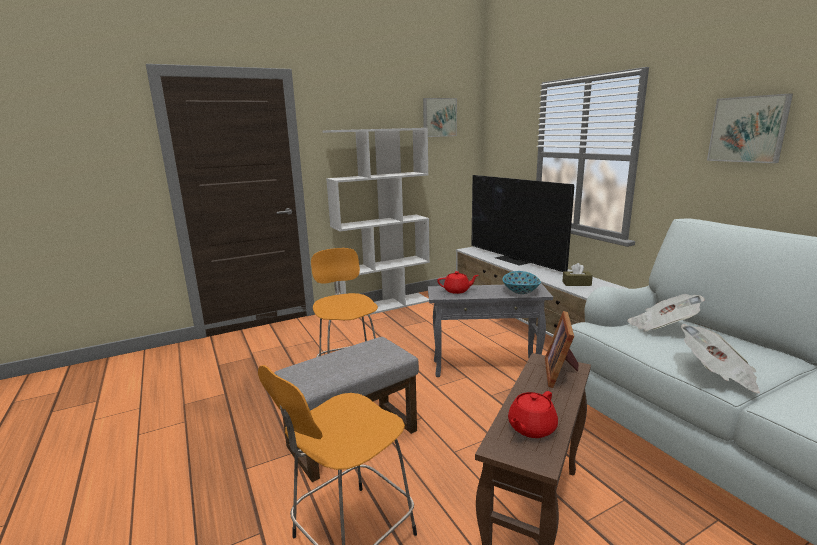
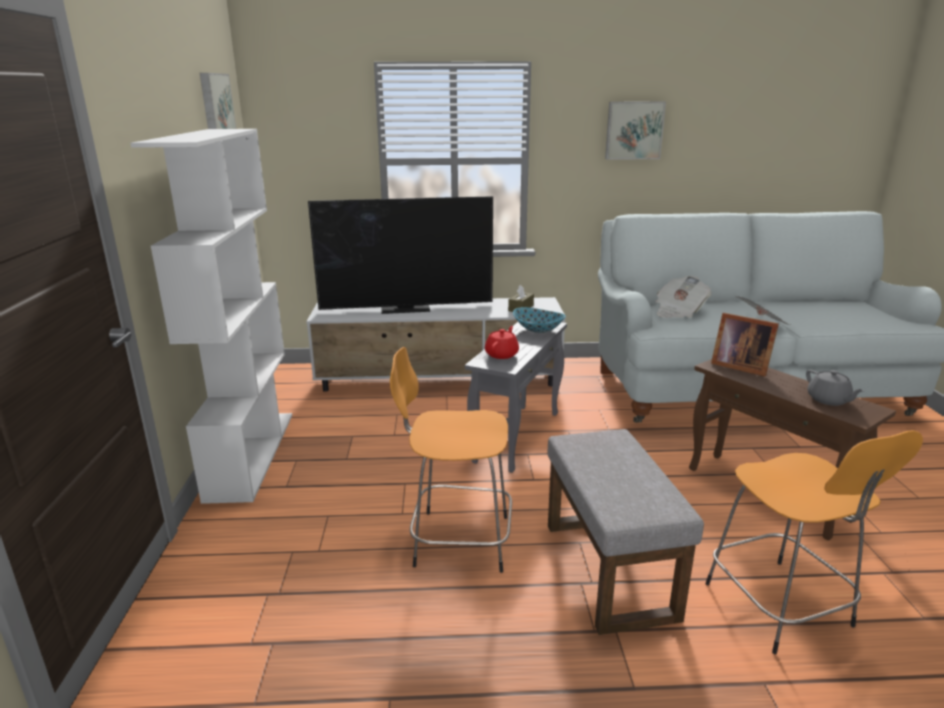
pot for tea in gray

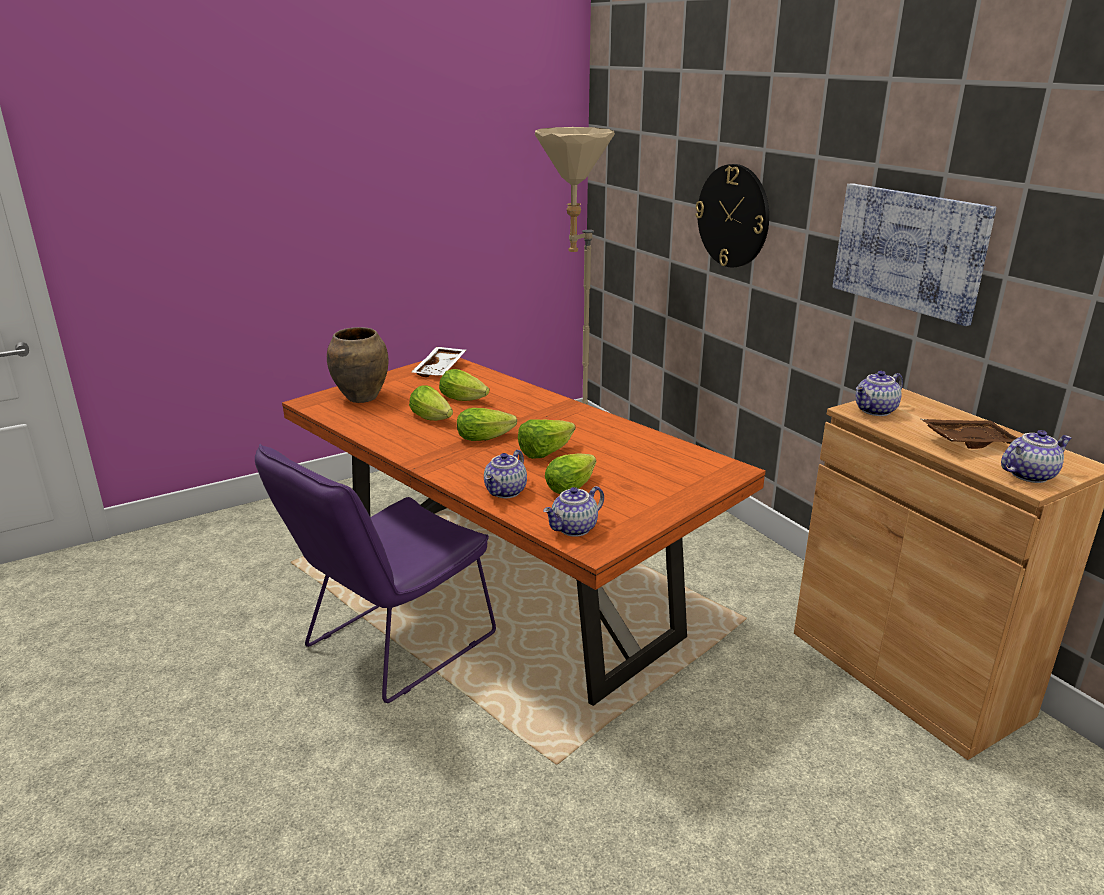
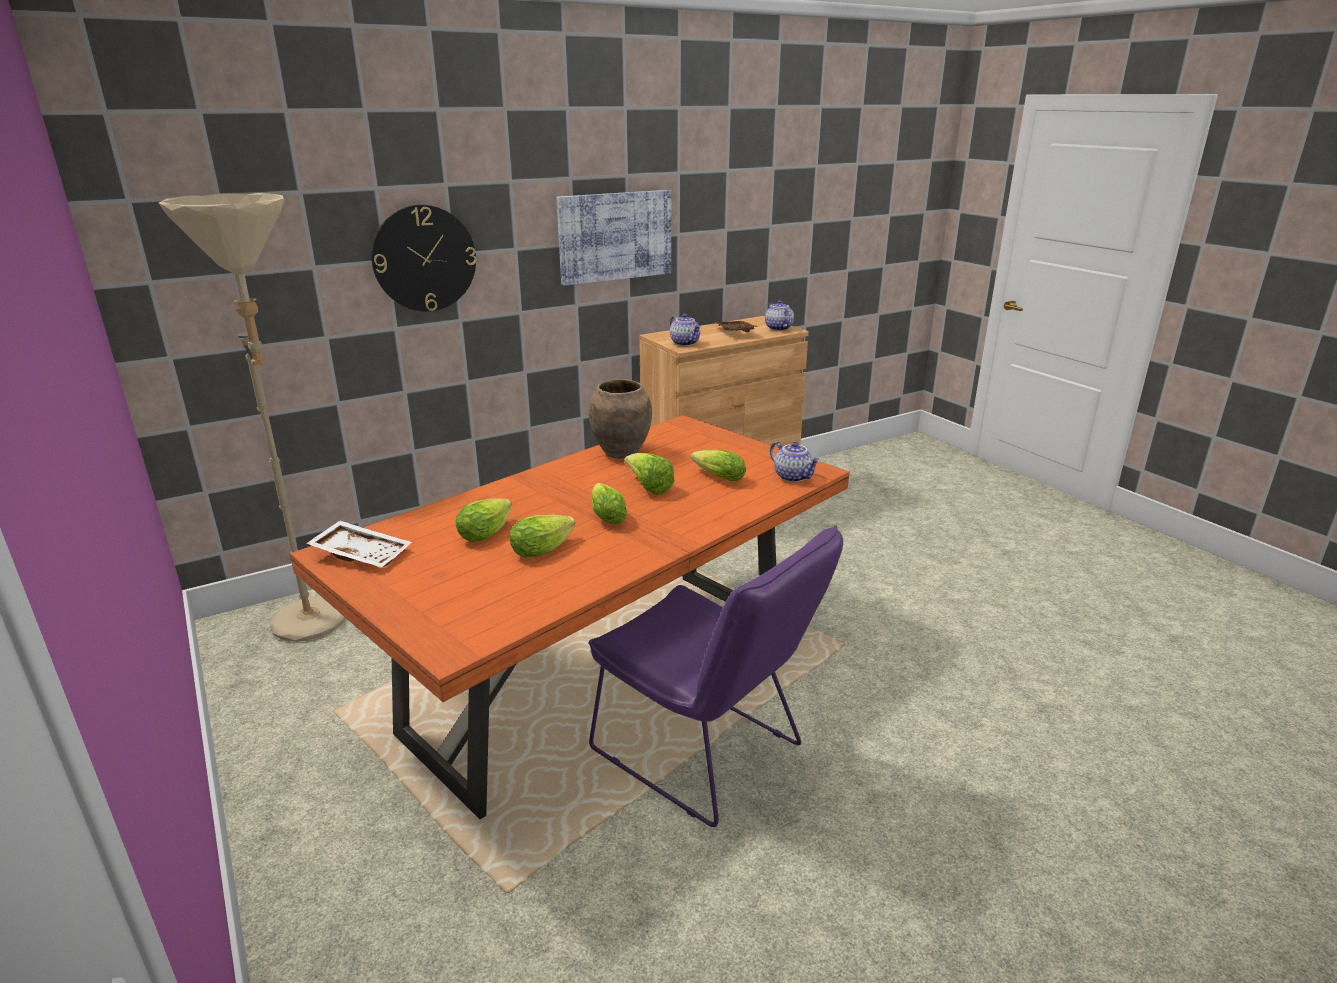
vase in brownish; pot for tea (1st from left in the first image)

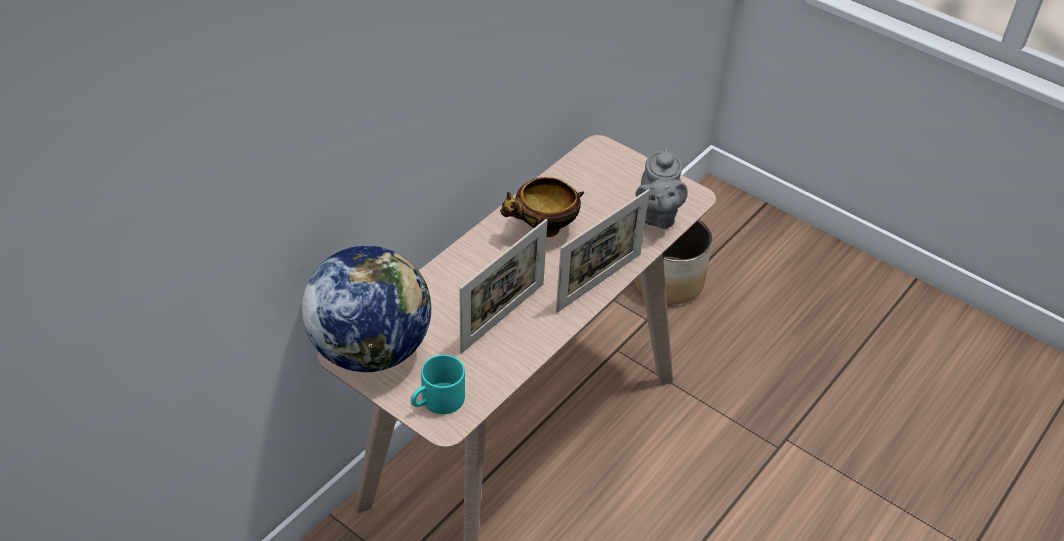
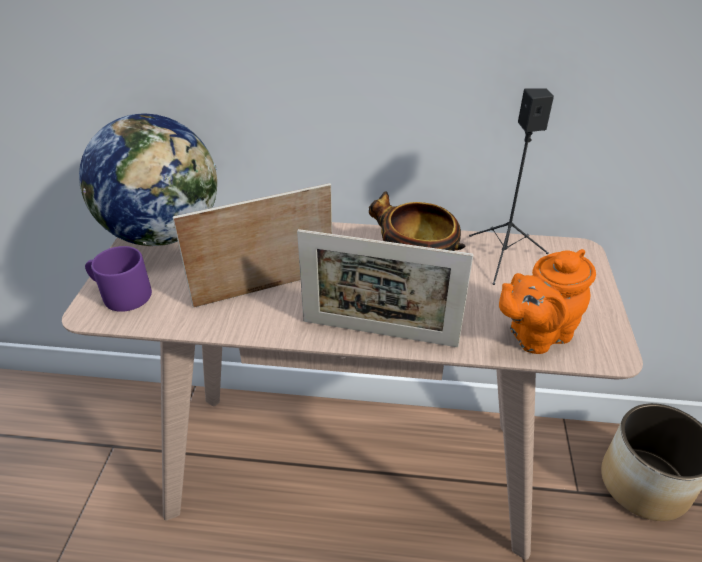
pot for tea in orangey; photo frame (1st from left); mug in purple-coloured; speaker in blackish

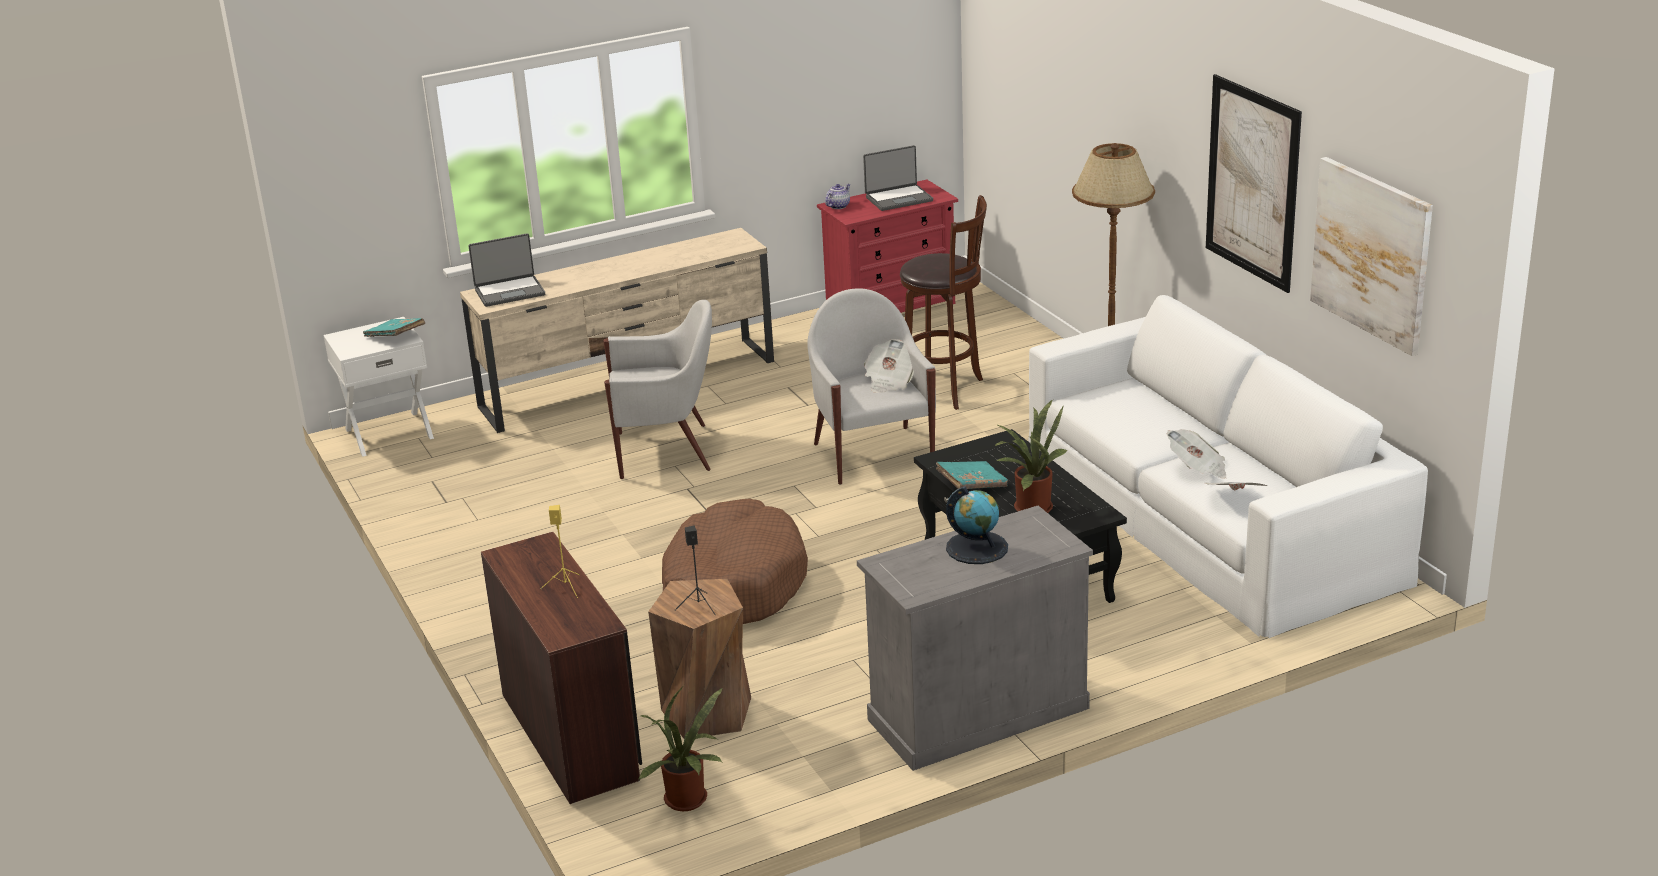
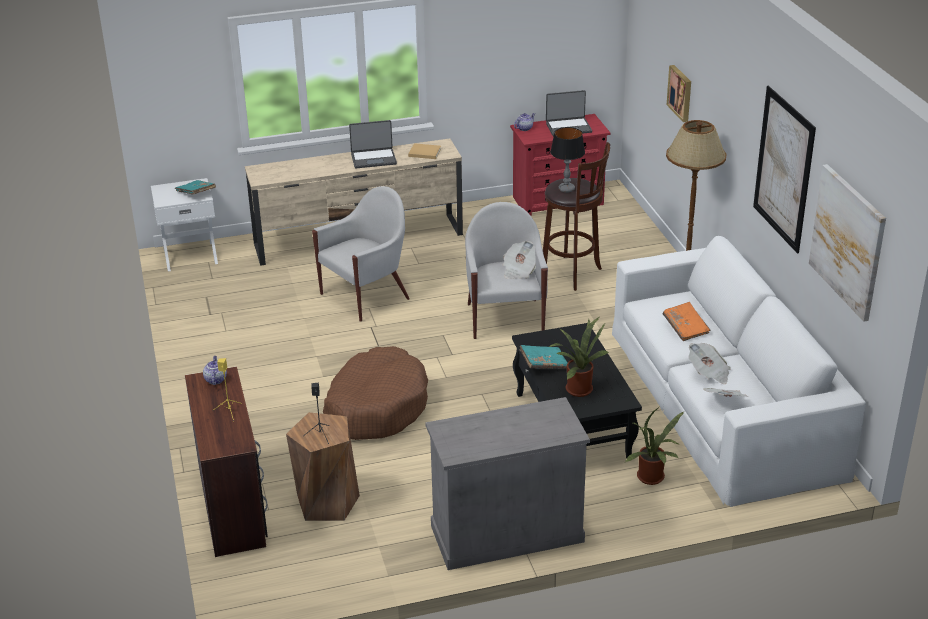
notebook computer (1st from left); easy chair in white (1st from left); globe; potted plant (2nd from left); wall picture (1st from left); table lamp; volume in beige-coloured; volume in orangey; pot for tea (1st from left)

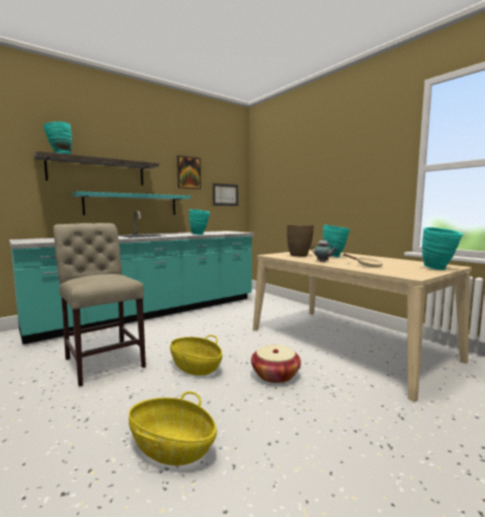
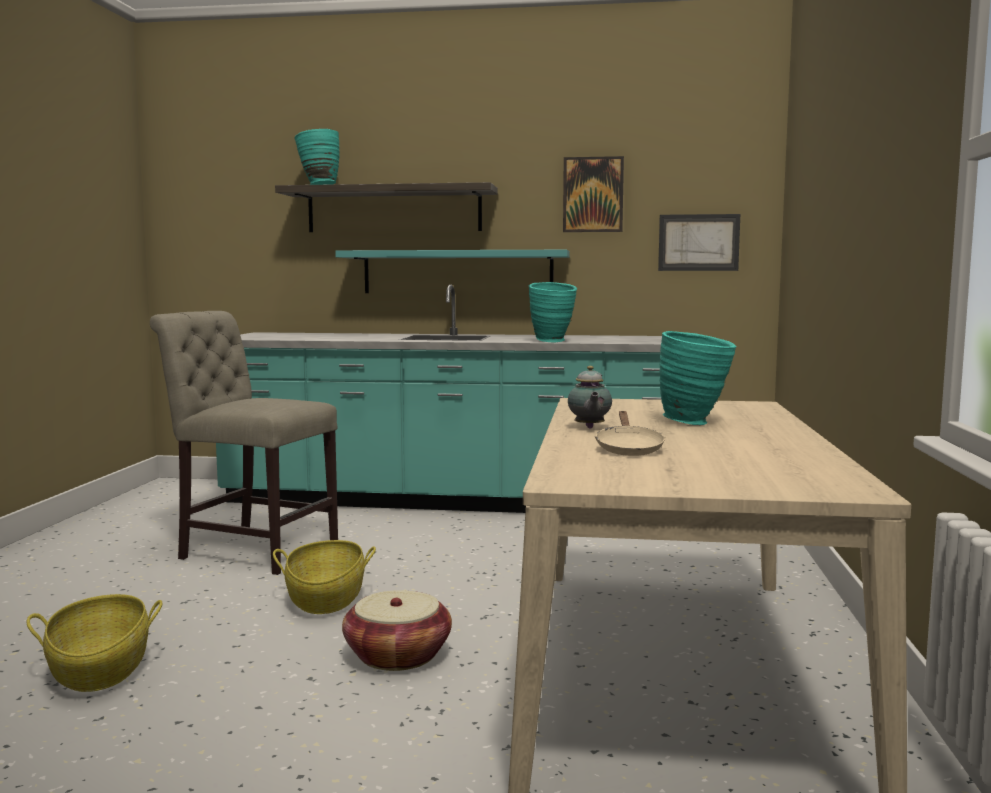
upright chair in beige-coloured; vase in brownish; vase in turquoise-coloured (4th from left in the first image)

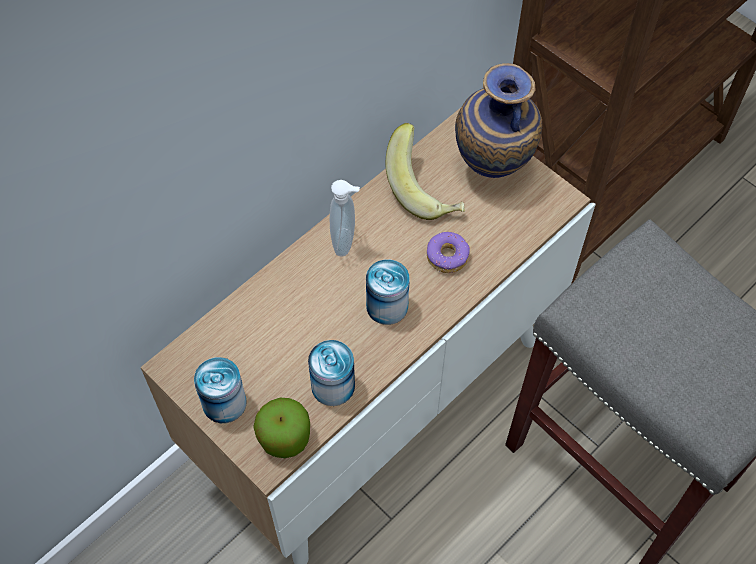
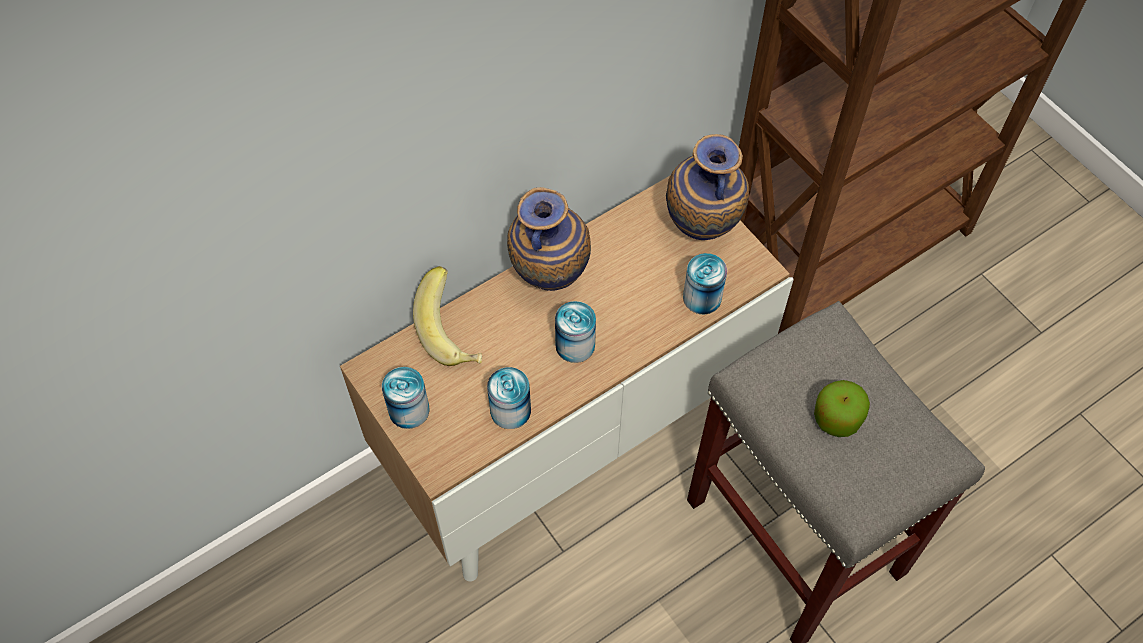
banana; vase (1st from left); donut; apple fruit; metal can (4th from left)

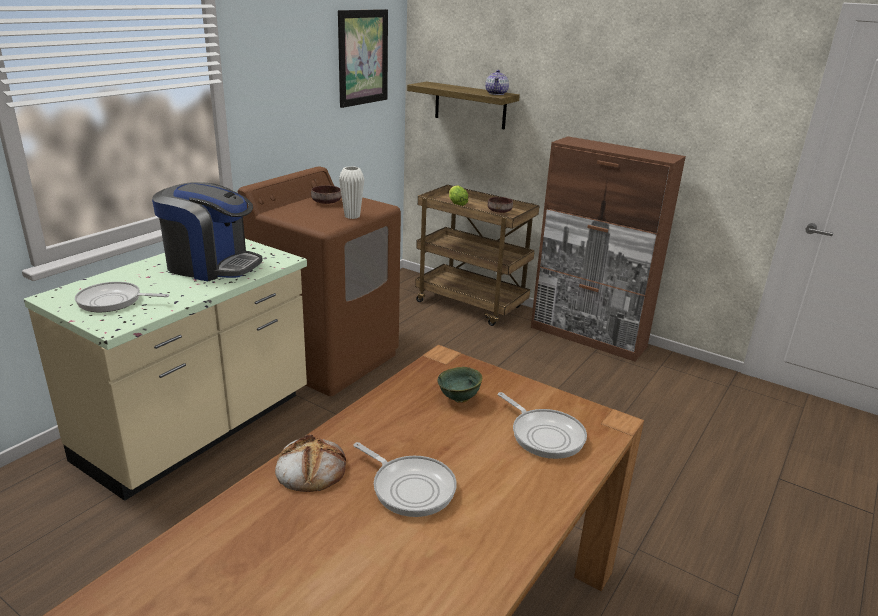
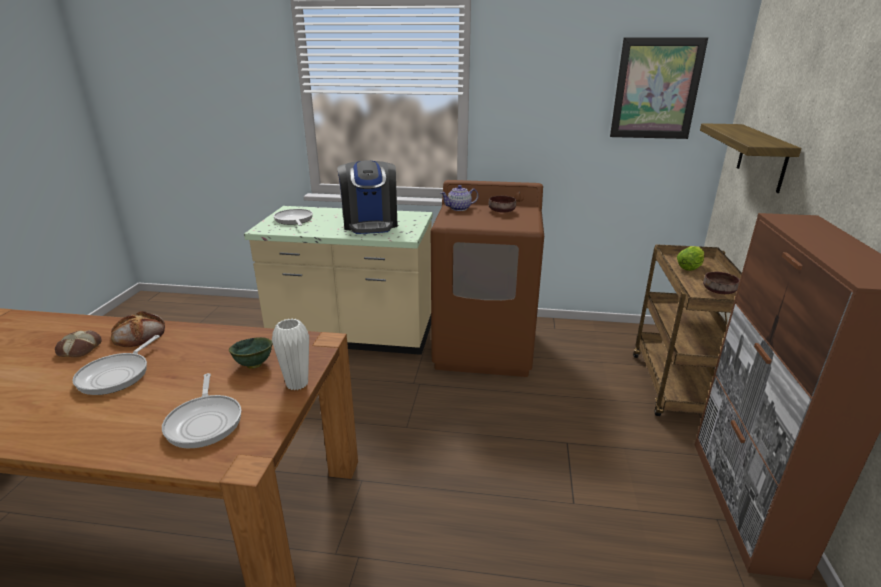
pot for tea; vase in white; pan (2nd from left); baked bread (1st from left)

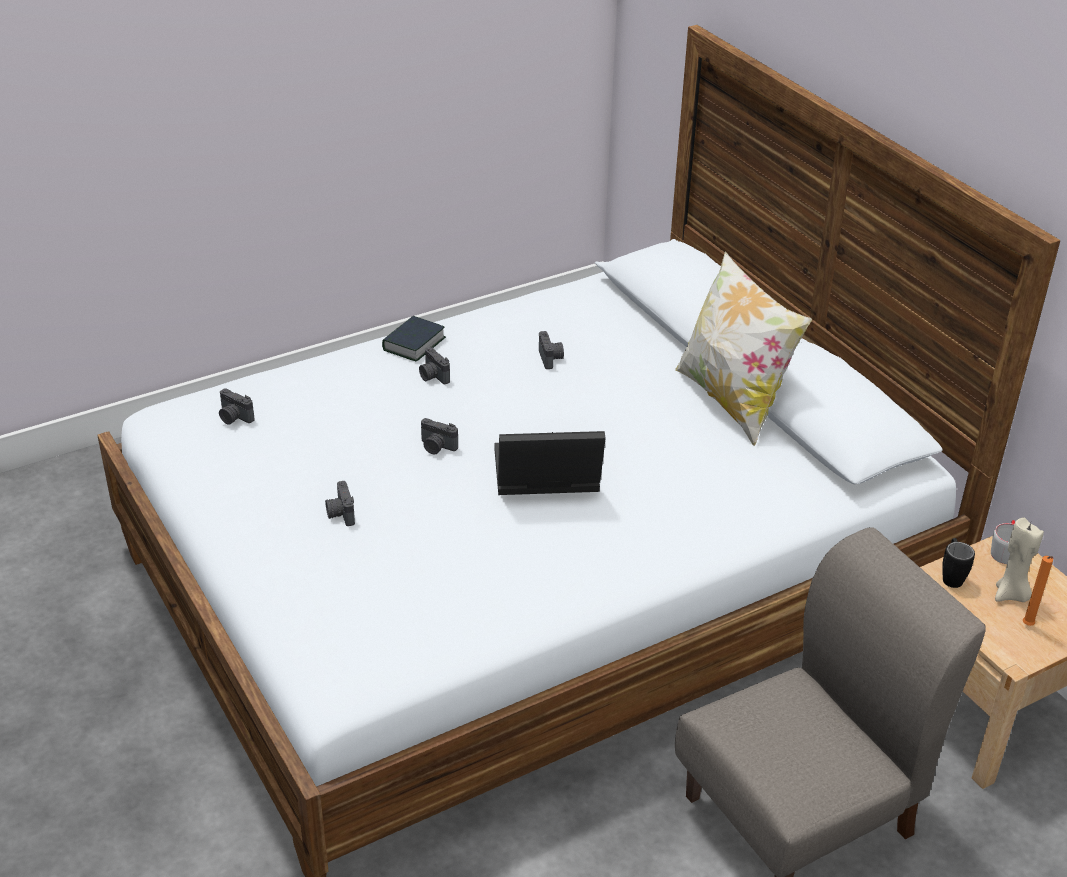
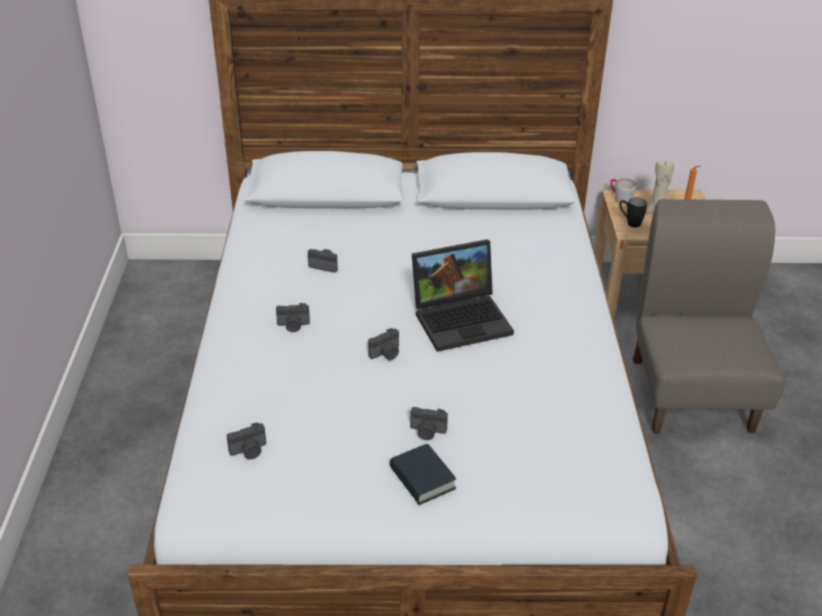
cushion; volume; notebook computer

